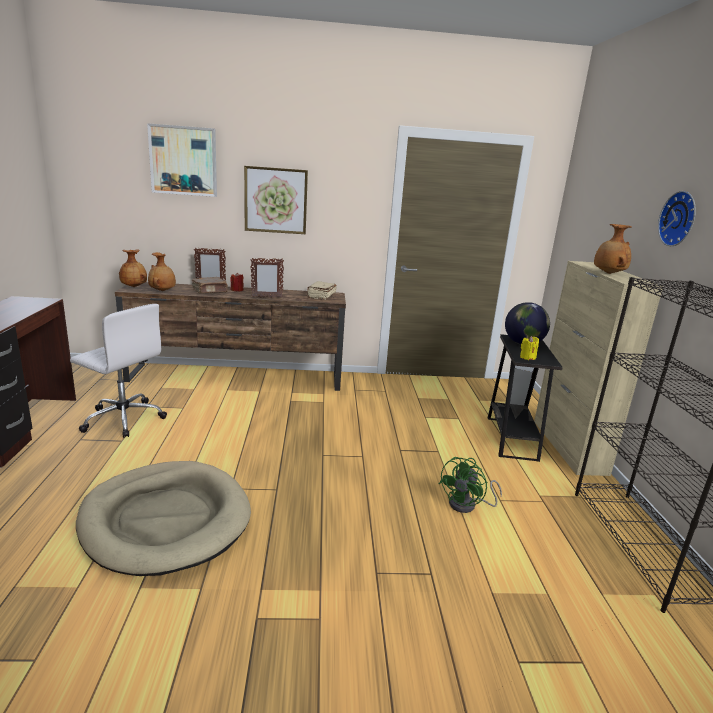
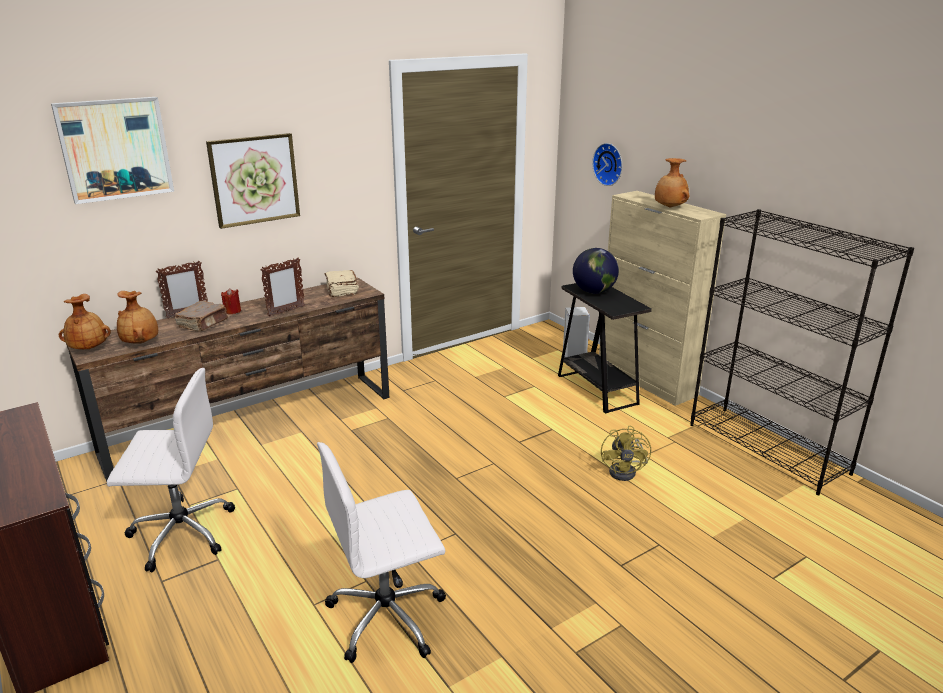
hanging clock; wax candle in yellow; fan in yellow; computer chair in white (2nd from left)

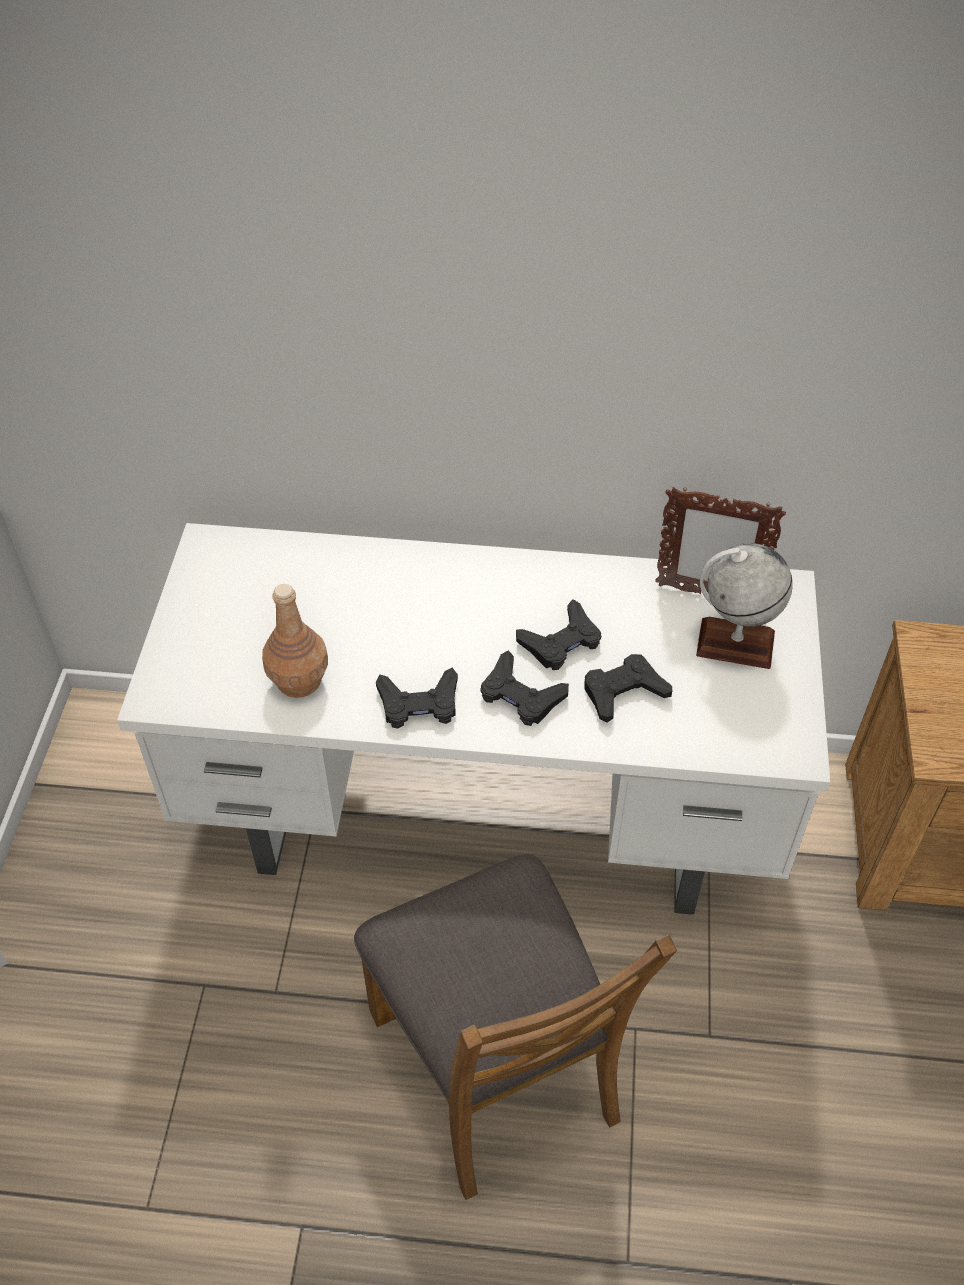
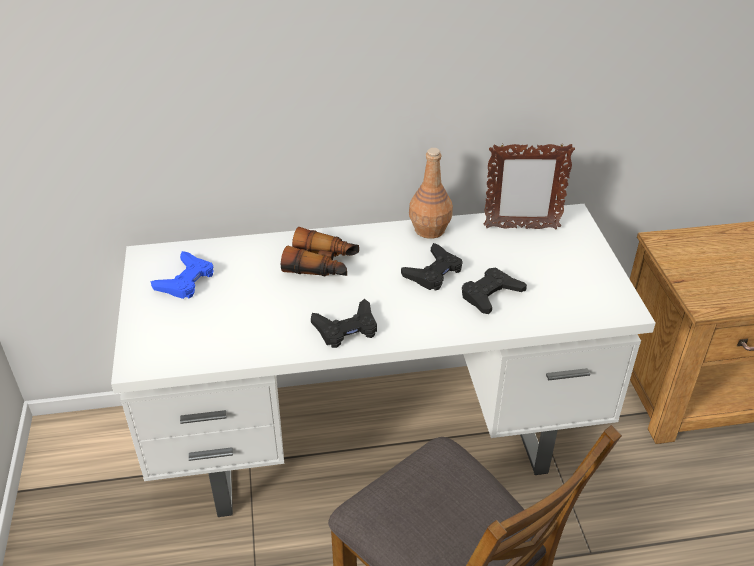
globe; drink bottle in brownish; gamepad in blackish (2nd from left in the first image); pair of binoculars; gamepad in bluish

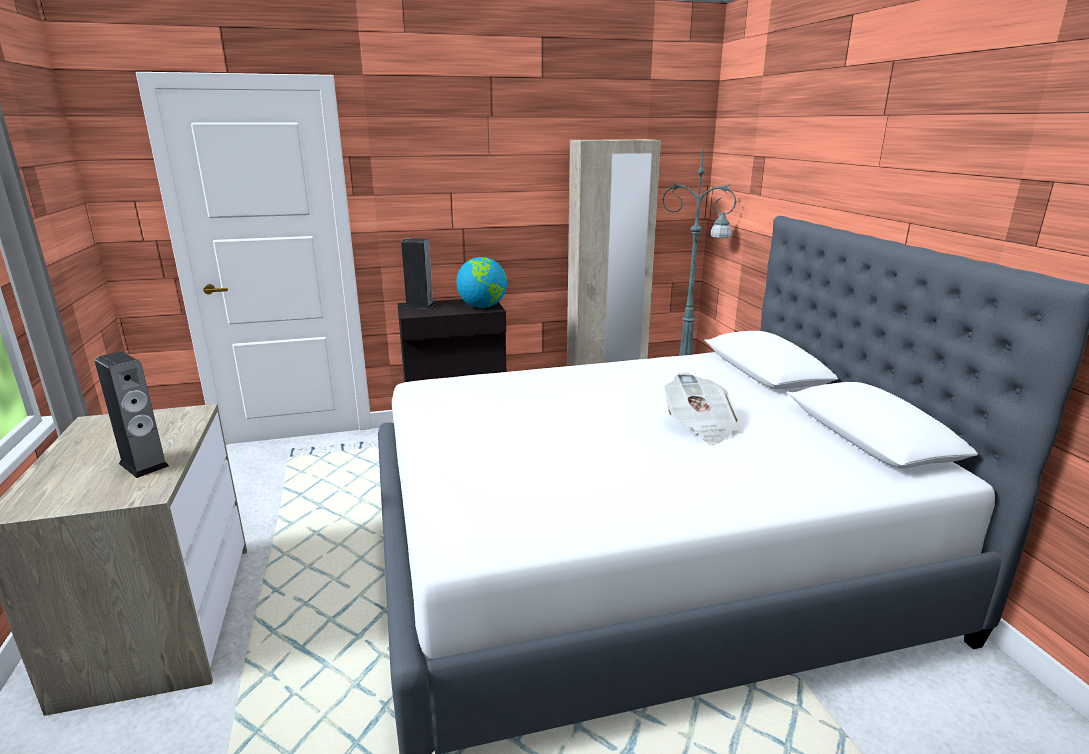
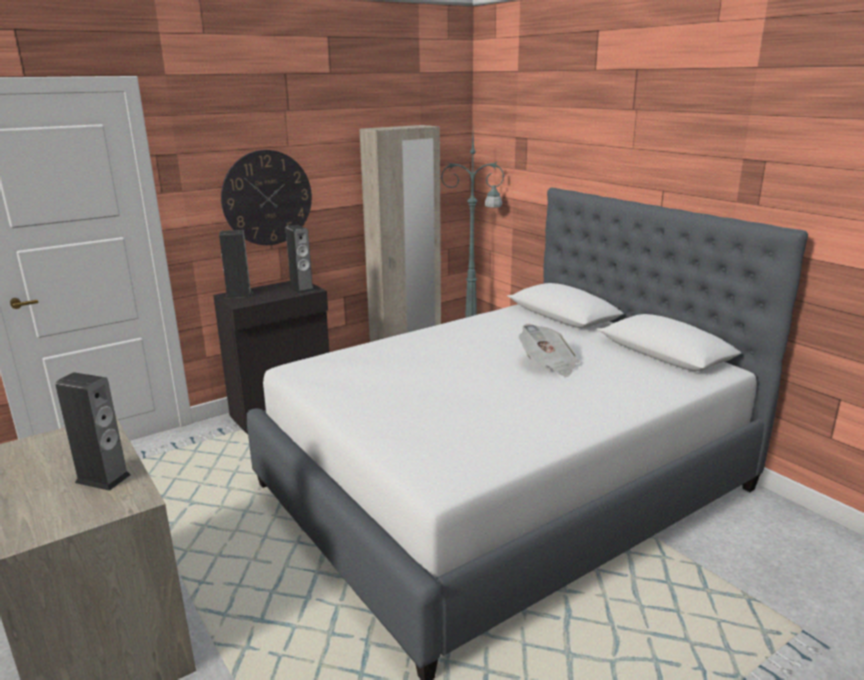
speaker (3rd from left); hanging clock

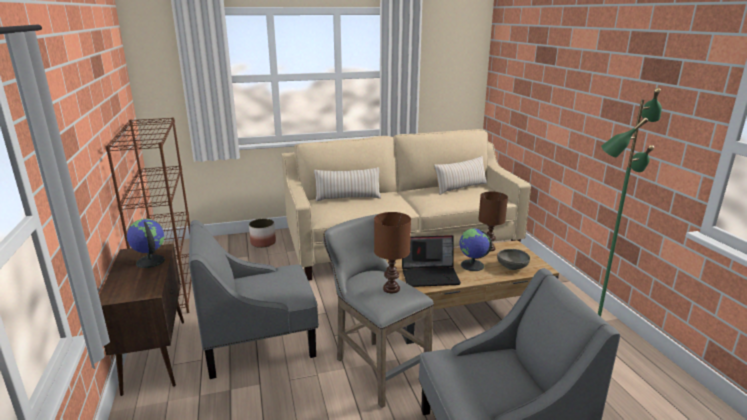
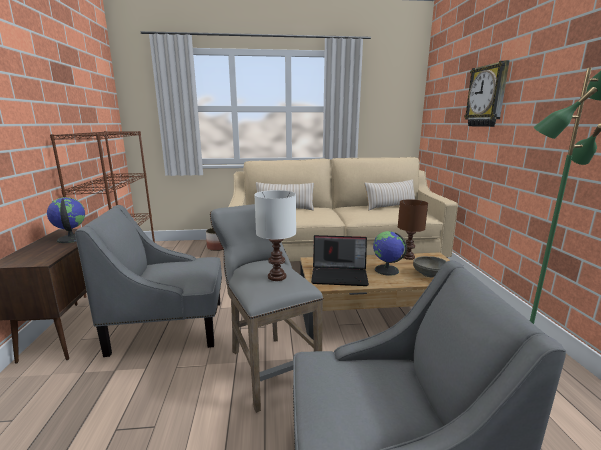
table lamp in white; hanging clock

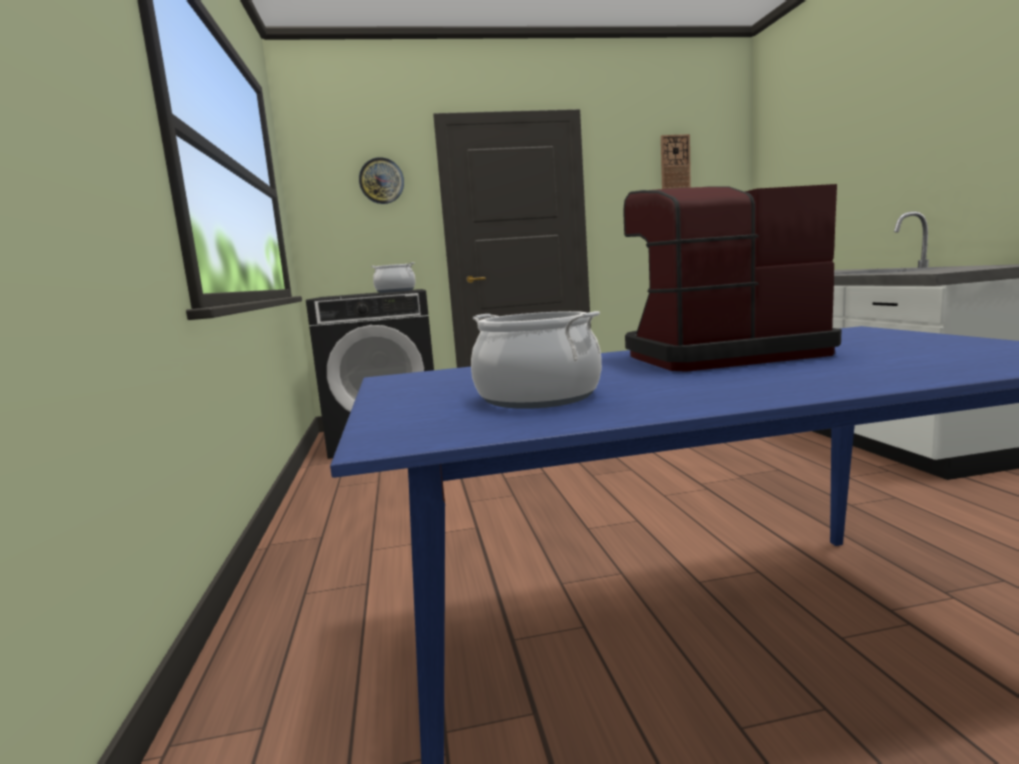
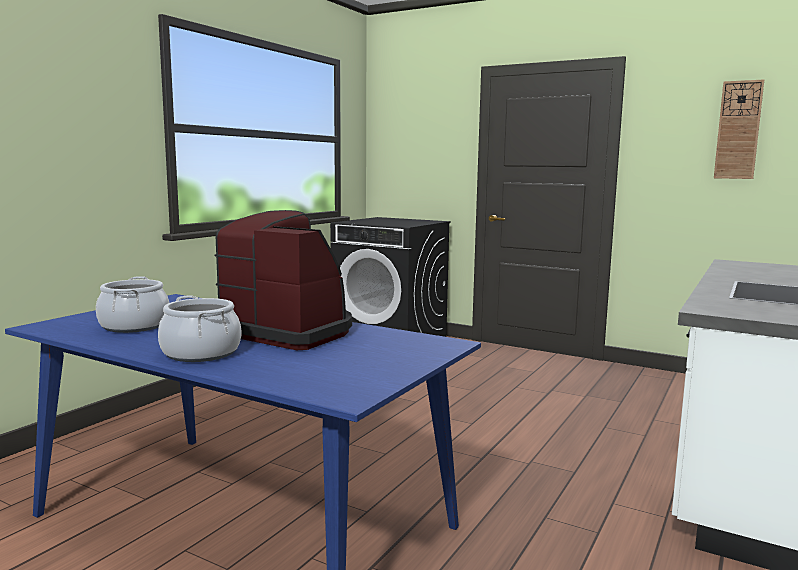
hanging clock (1st from left in the first image); cooking pot (2nd from left)

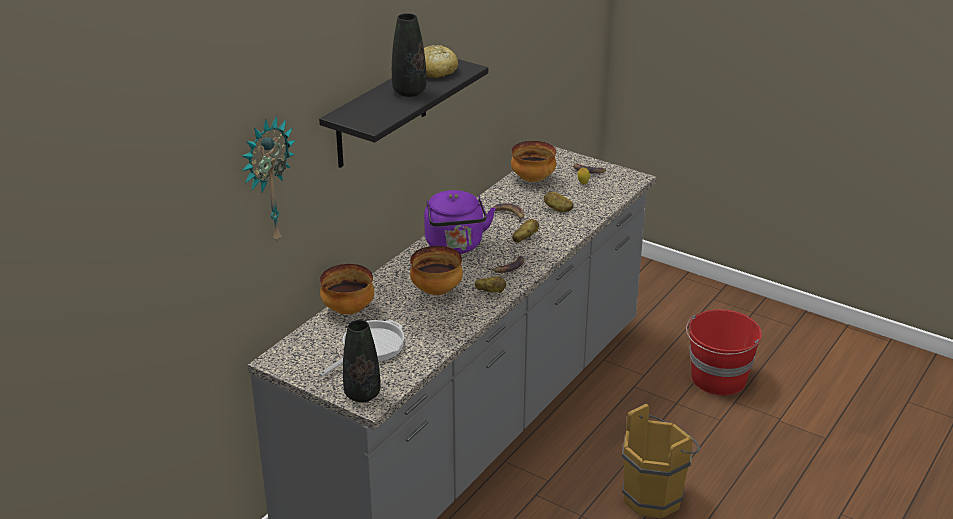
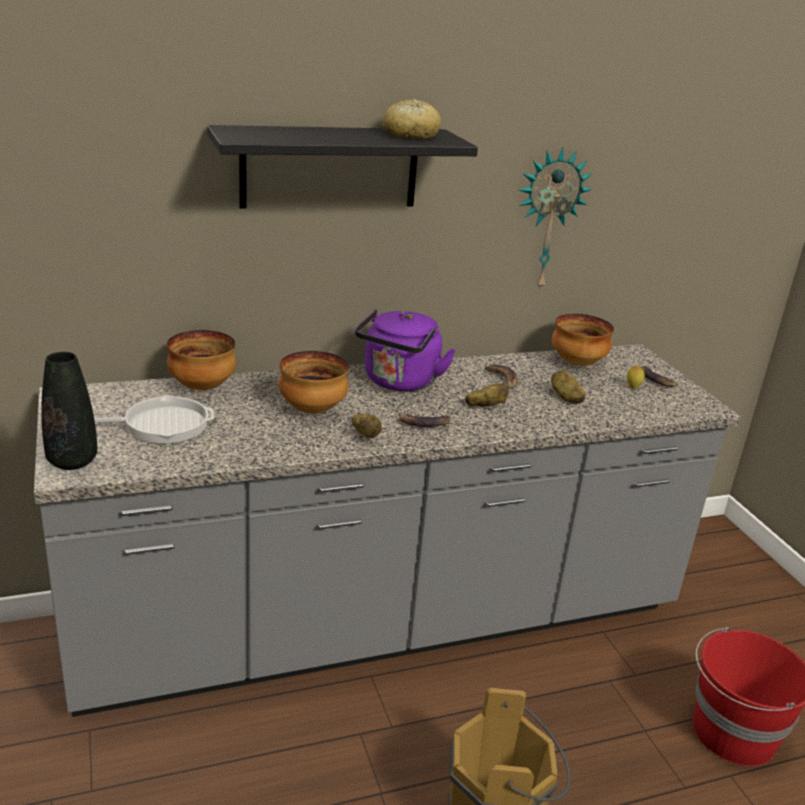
vase in blackish (2nd from left in the first image); hanging clock

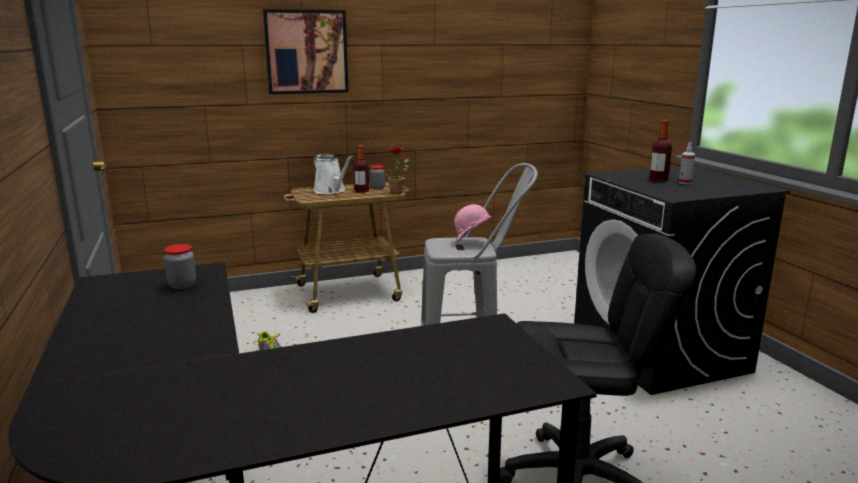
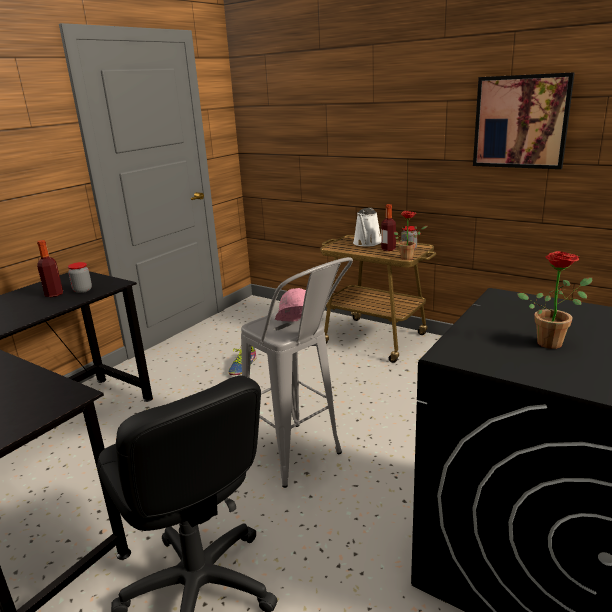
wall picture; drink bottle (1st from left); potted plant (2nd from left)

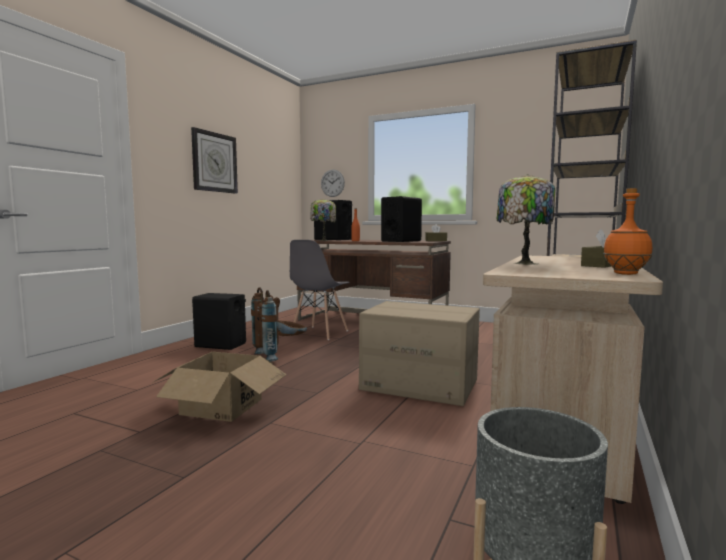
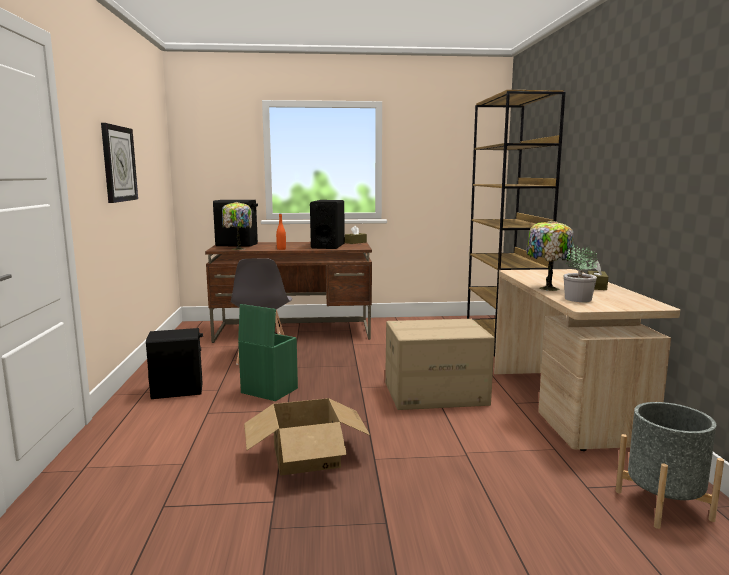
hanging clock (2nd from left in the first image); drink bottle in orangey (2nd from left in the first image); storage container in green; potted plant

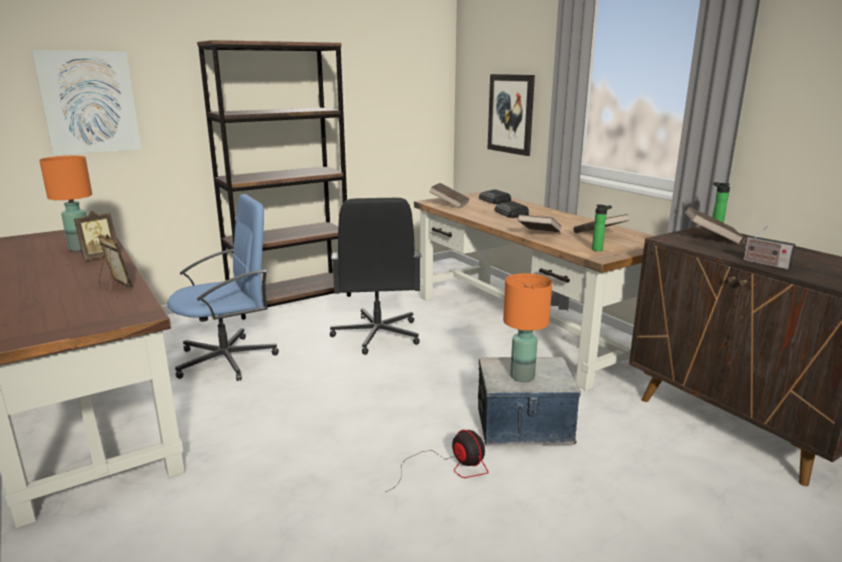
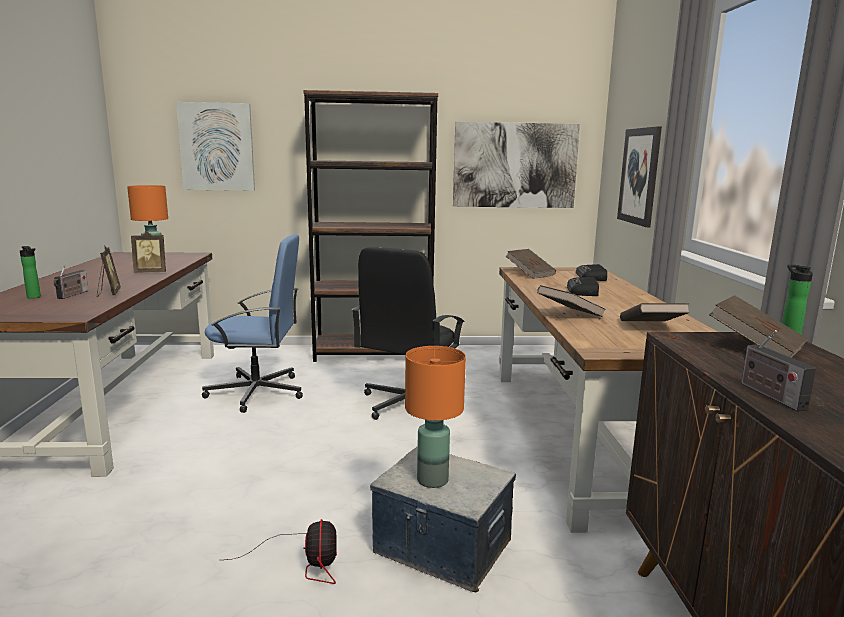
drink bottle (1st from left); wall picture (2nd from left); radio (1st from left)

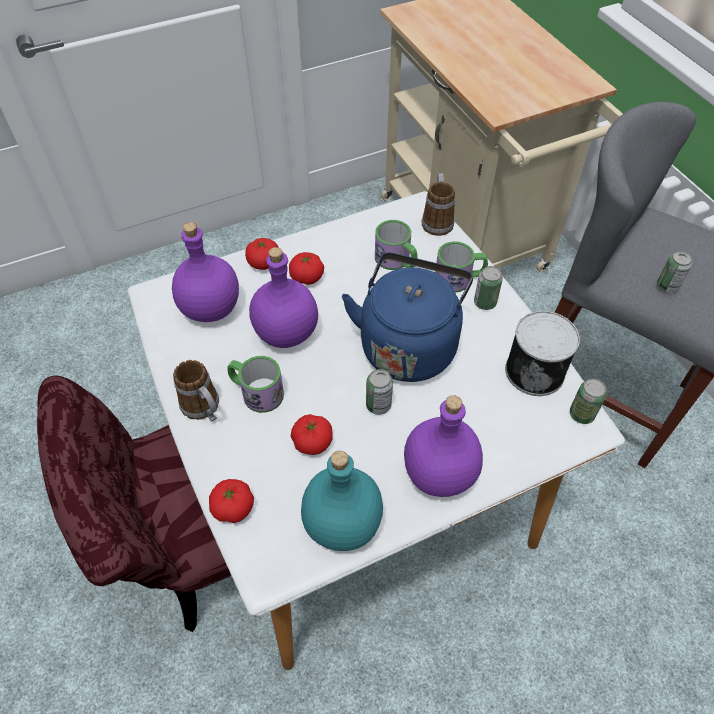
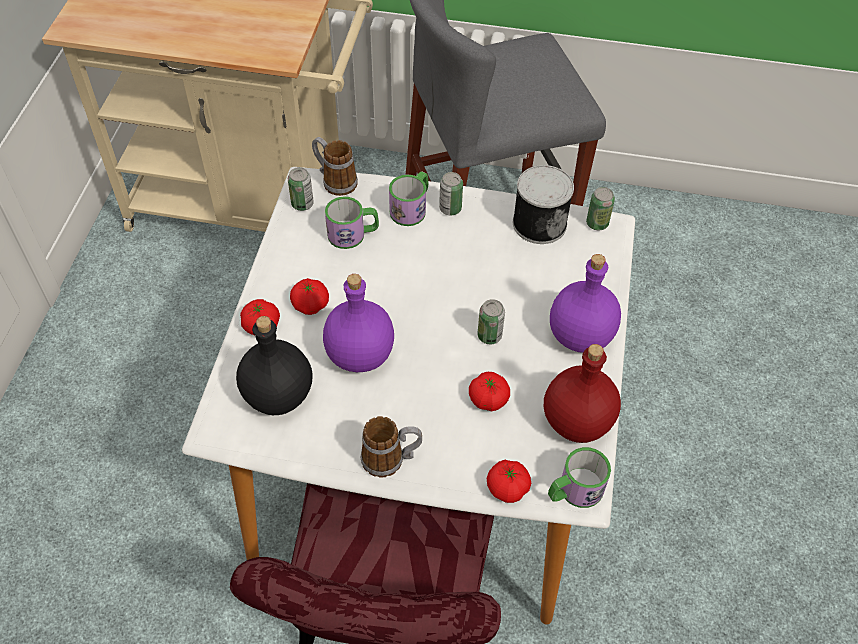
drink bottle in blackish; metal can (1st from left); tea kettle in bluish; mug (5th from left); drink bottle in red-coloured

